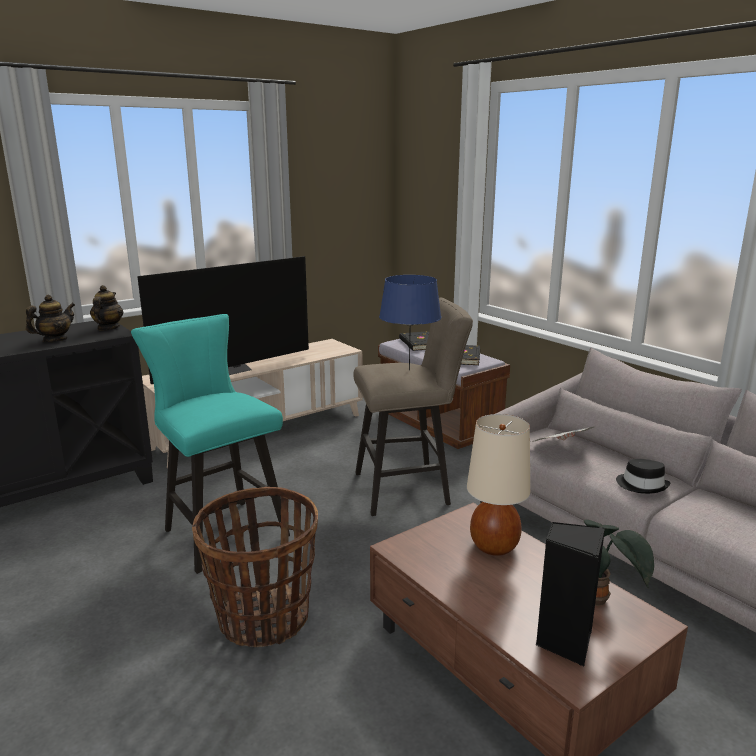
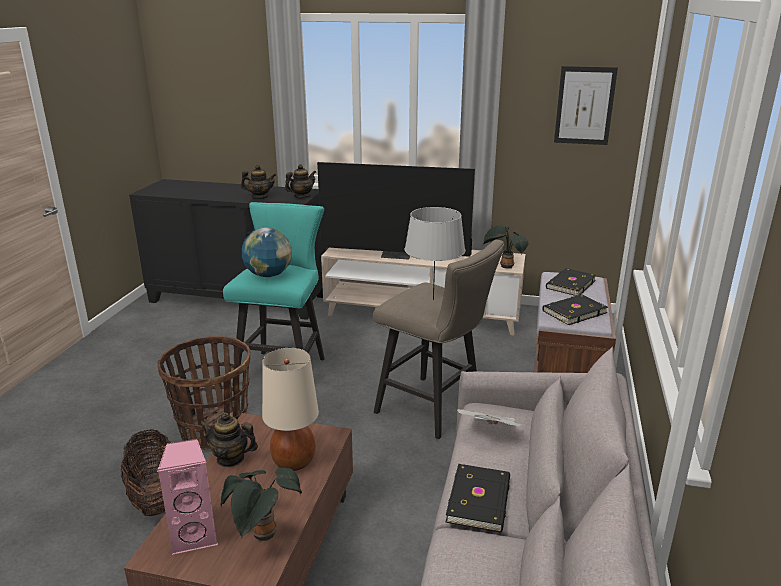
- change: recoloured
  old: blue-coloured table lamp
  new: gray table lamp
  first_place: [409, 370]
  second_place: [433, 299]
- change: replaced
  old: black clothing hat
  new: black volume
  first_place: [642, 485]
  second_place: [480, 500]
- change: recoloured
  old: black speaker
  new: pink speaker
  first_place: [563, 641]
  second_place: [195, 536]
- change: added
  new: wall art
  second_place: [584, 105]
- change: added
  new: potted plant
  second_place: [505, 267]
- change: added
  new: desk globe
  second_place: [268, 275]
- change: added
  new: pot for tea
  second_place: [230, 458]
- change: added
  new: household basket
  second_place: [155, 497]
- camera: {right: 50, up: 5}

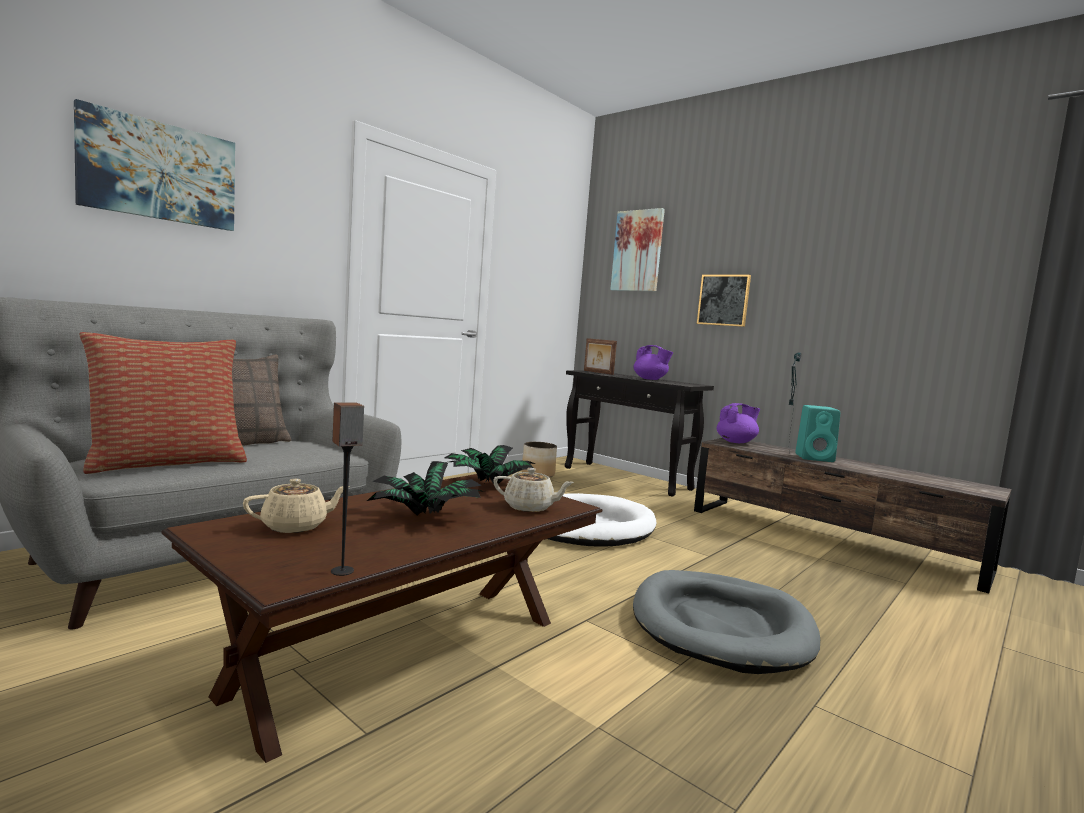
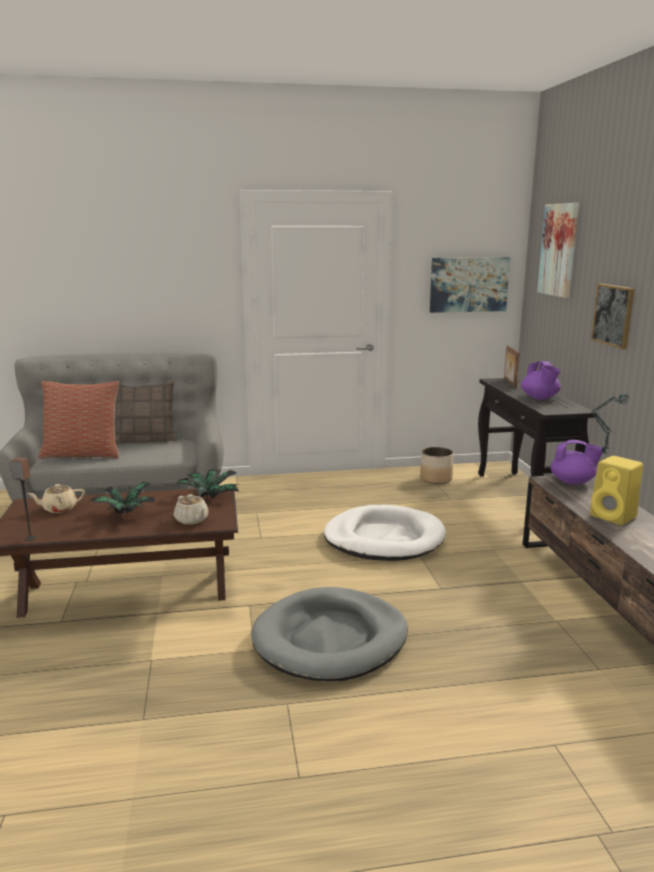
- change: moved
  old: wall art
  first_place: [159, 171]
  second_place: [468, 284]
- change: recoloured
  old: turquoise speaker
  new: yellowish speaker
  first_place: [815, 458]
  second_place: [614, 517]
- change: turned
  old: sand-coloured pot for tea
  first_place: [296, 526]
  second_place: [59, 509]
  degrees: 150
- camera: {right: 40, up: 10}

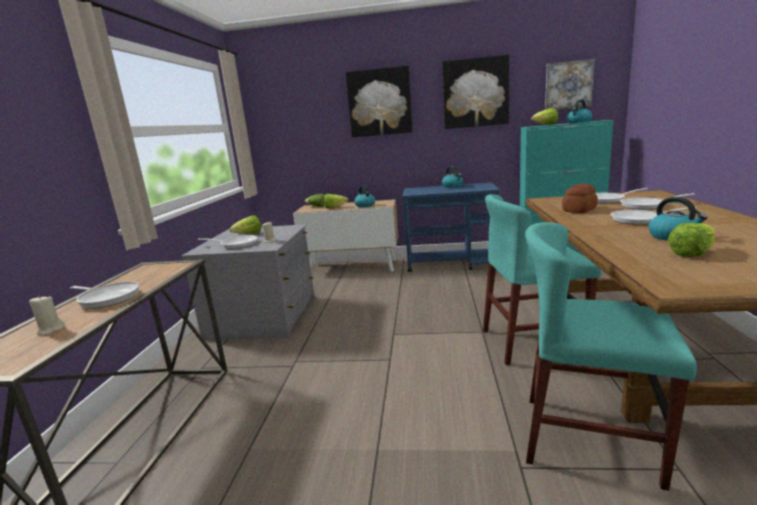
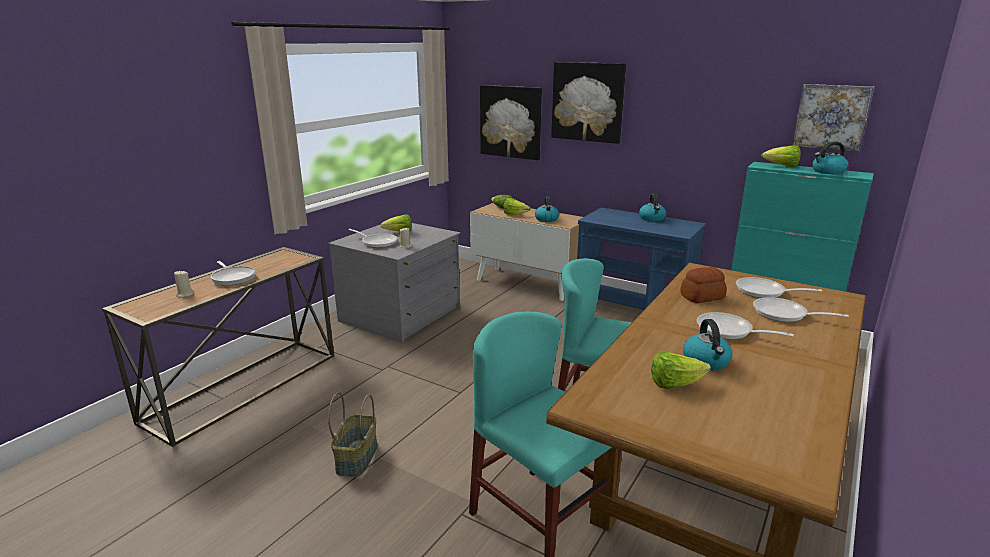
- change: moved
  old: wall art
  first_place: [475, 93]
  second_place: [511, 122]
- change: added
  new: household basket
  second_place: [356, 458]
- camera: {right: 25, up: 5}

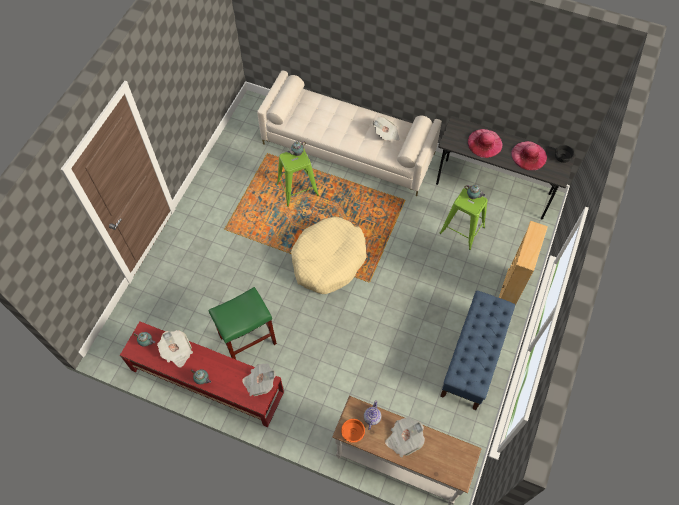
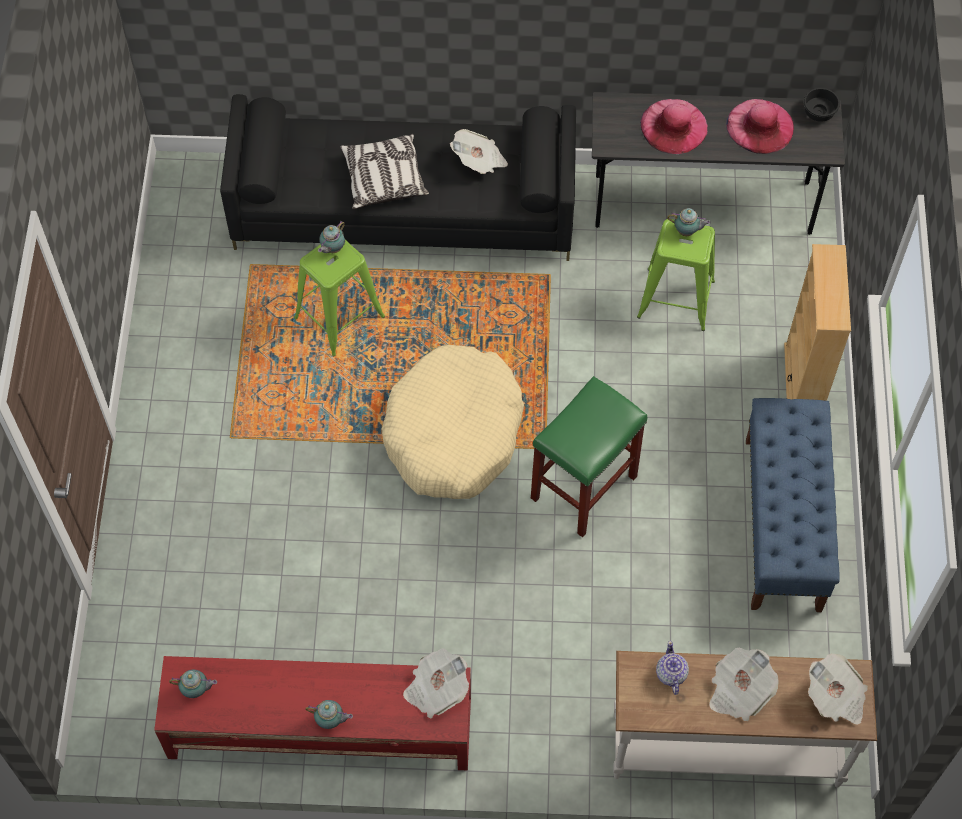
- change: recoloured
  old: sand-coloured couch
  new: black couch
  first_place: [349, 148]
  second_place: [405, 208]
- change: moved
  old: greenish stool seat
  first_place: [247, 341]
  second_place: [583, 489]
- change: moved
  old: daily paper
  first_place: [177, 352]
  second_place: [835, 697]
- change: removed
  old: orange-coloured deep dish
  first_place: [352, 433]
- change: added
  new: throw pillow
  second_place: [384, 179]
- camera: {right: -20, up: 0}

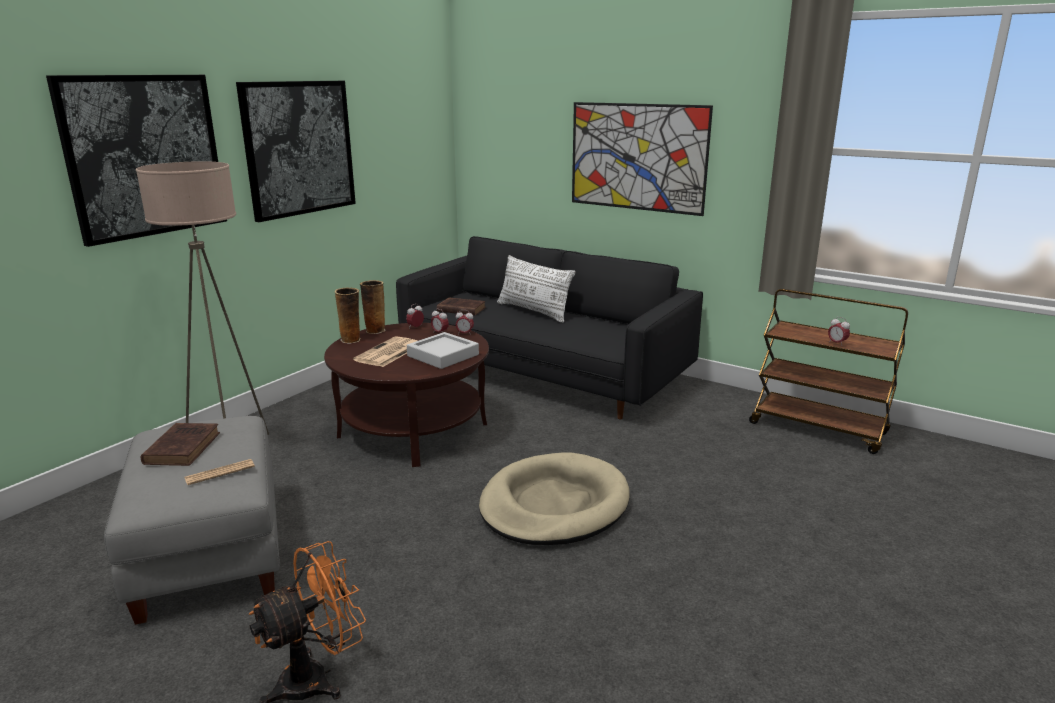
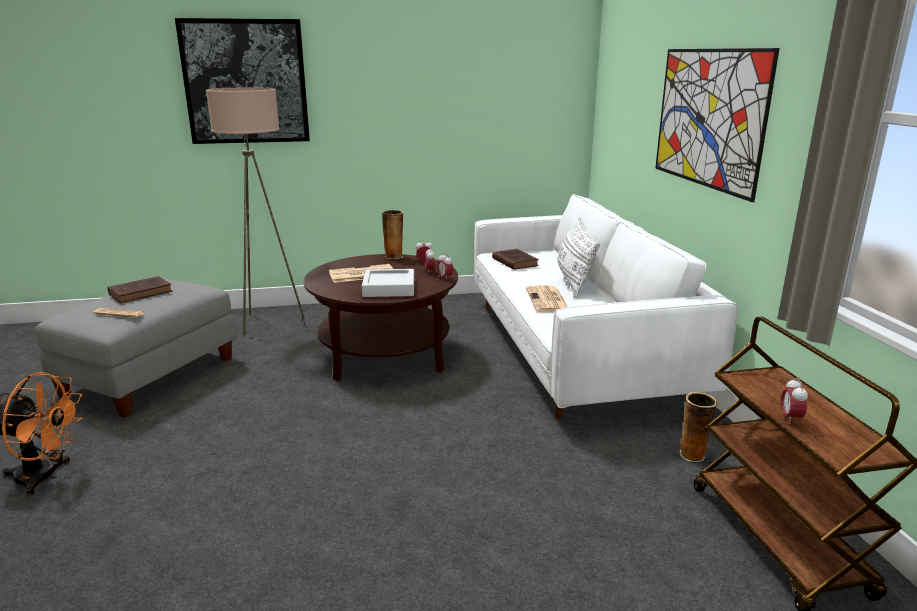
- change: removed
  old: wall art
  first_place: [299, 148]
- change: recoloured
  old: black couch
  new: white-coloured couch
  first_place: [544, 371]
  second_place: [573, 348]
- change: moved
  old: vase
  first_place: [351, 340]
  second_place: [693, 455]
- change: removed
  old: sand-coloured pet bed
  first_place: [554, 505]
- change: added
  new: daily paper
  second_place: [548, 300]
- camera: {right: 45, up: 0}

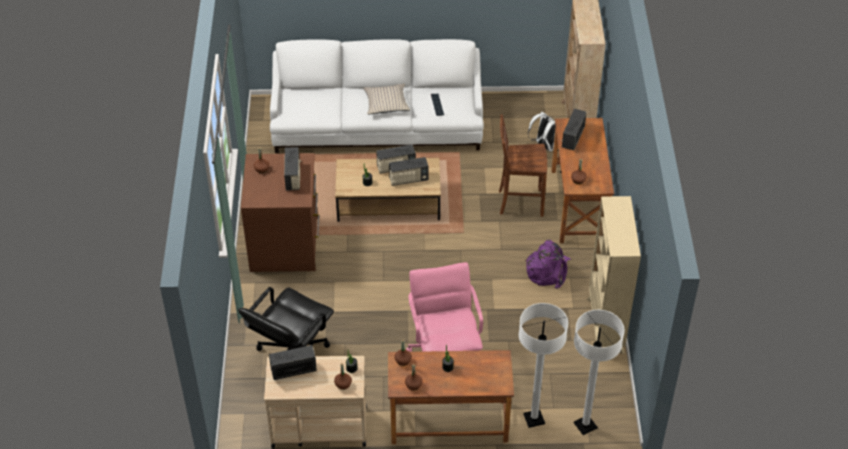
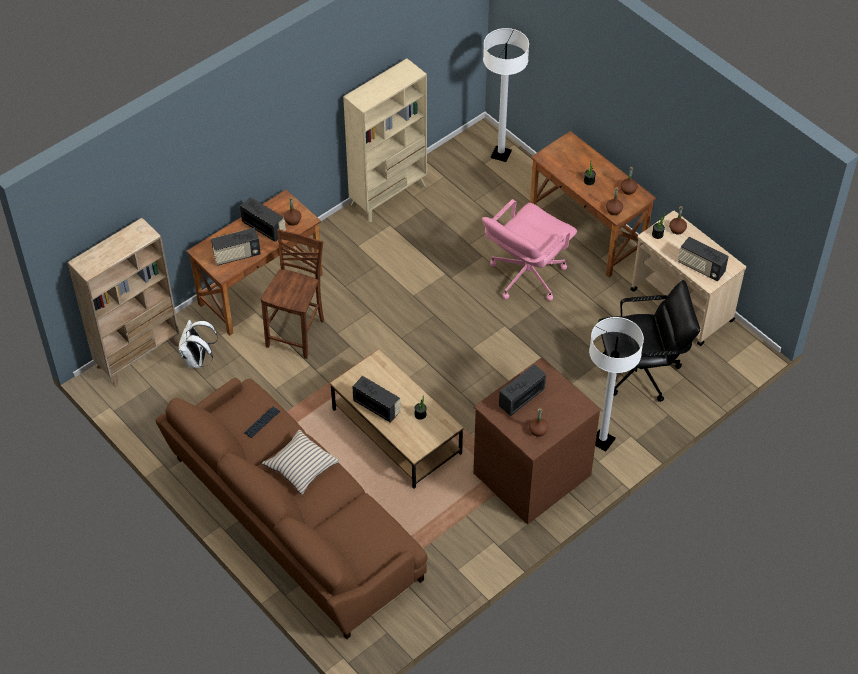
- change: recoloured
  old: white-coloured couch
  new: brown couch
  first_place: [378, 124]
  second_place: [293, 520]
- change: turned
  old: brown chair
  first_place: [519, 202]
  second_place: [297, 333]
  degrees: -120
- change: moved
  old: radio set
  first_place: [408, 179]
  second_place: [264, 228]
- change: removed
  old: purple backpack
  first_place: [547, 271]
- change: moved
  old: white-coloured standing lamp
  first_place: [534, 419]
  second_place: [602, 441]
- camera: {right: -130, up: 5}

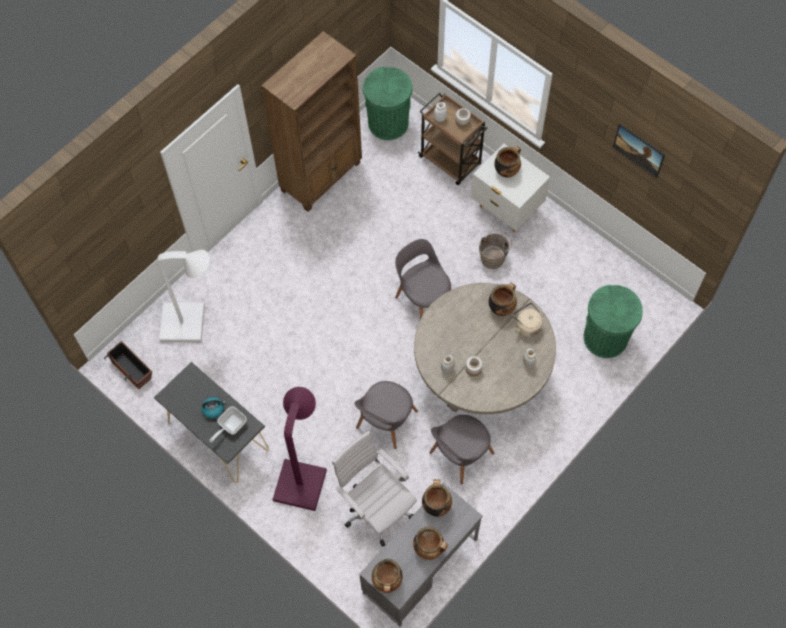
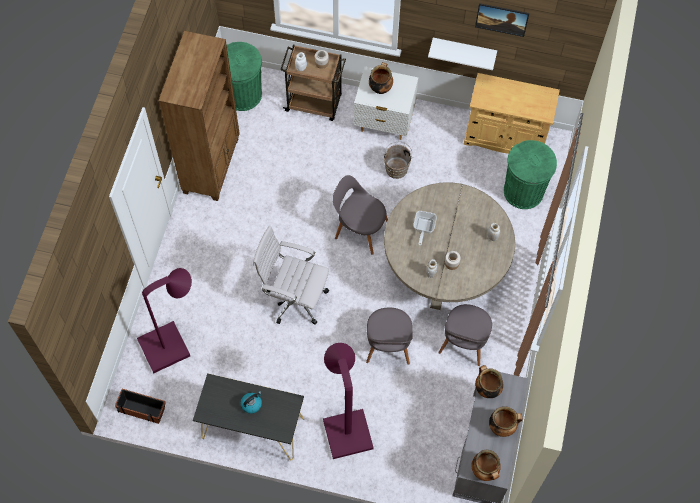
- change: recoloured
  old: white-coloured standing lamp
  new: purple standing lamp
  first_place: [191, 323]
  second_place: [171, 344]
- change: removed
  old: saucepot
  first_place: [501, 307]
- change: removed
  old: sand-coloured tea kettle
  first_place: [526, 326]
- change: moved
  old: pan
  first_place: [230, 426]
  second_place: [423, 228]
- change: moved
  old: white-coloured computer chair
  first_place: [376, 508]
  second_place: [294, 298]
- change: added
  new: white-coloured wall shelf
  second_place: [464, 50]
- change: added
  new: sand-coloured storage cabinet
  second_place: [505, 137]
- camera: {right: -30, up: 0}

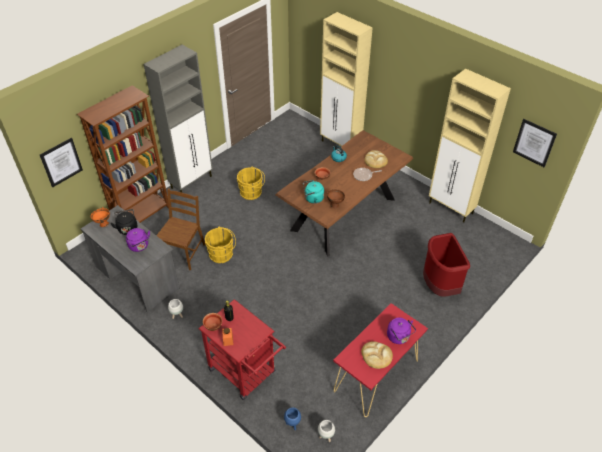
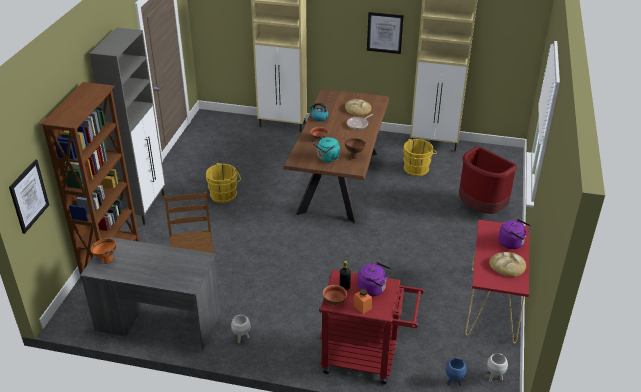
- change: moved
  old: wall art
  first_place: [534, 142]
  second_place: [385, 32]
- change: removed
  old: black tea kettle
  first_place: [127, 228]
- change: moved
  old: yellowish water bucket
  first_place: [222, 254]
  second_place: [417, 168]
- change: moved
  old: purple tea kettle
  first_place: [139, 246]
  second_place: [373, 289]
- camera: {right: -30, up: -10}

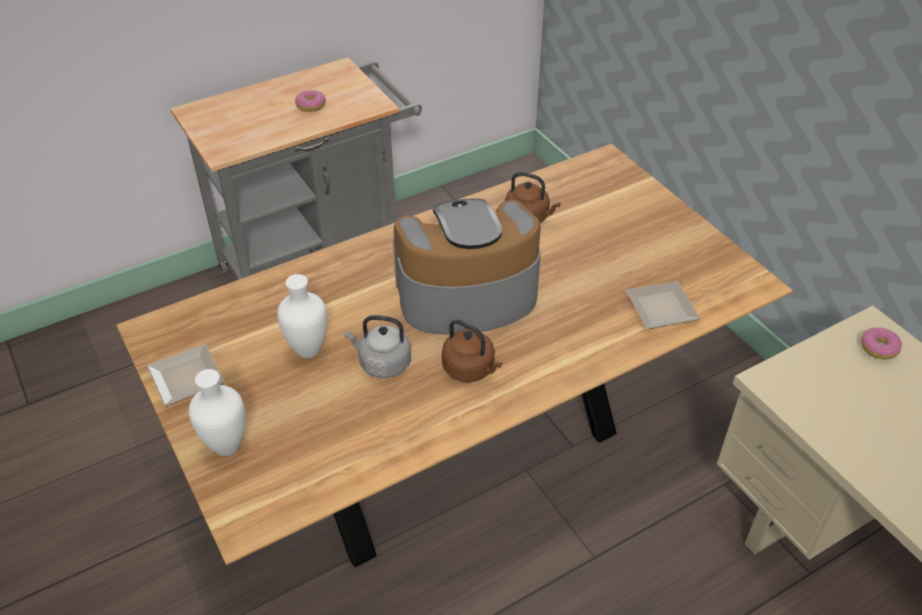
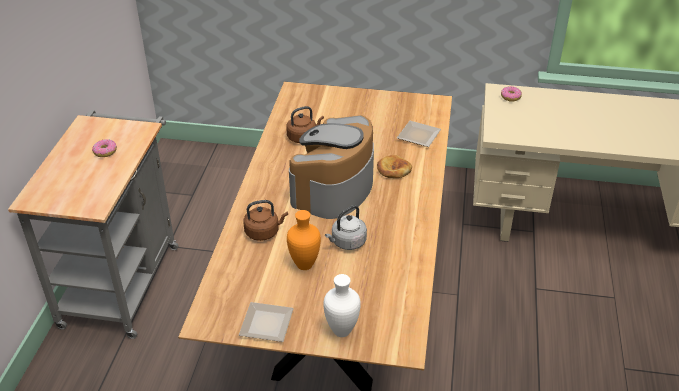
- change: recoloured
  old: white-coloured vase
  new: orange-coloured vase
  first_place: [310, 351]
  second_place: [305, 264]
- change: moved
  old: brown tea kettle
  first_place: [470, 369]
  second_place: [264, 232]
- change: added
  new: bread
  second_place: [393, 169]
- camera: {right: -50, up: -5}

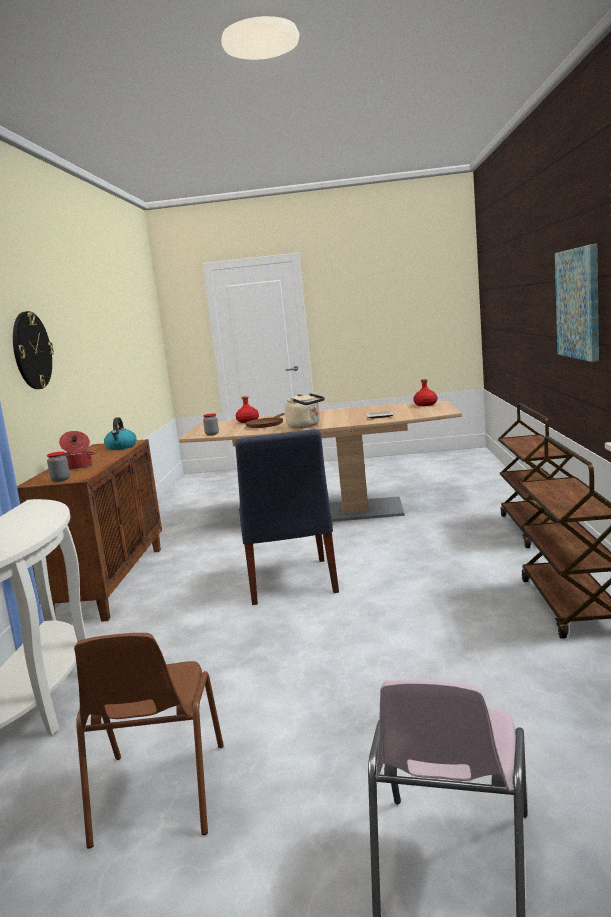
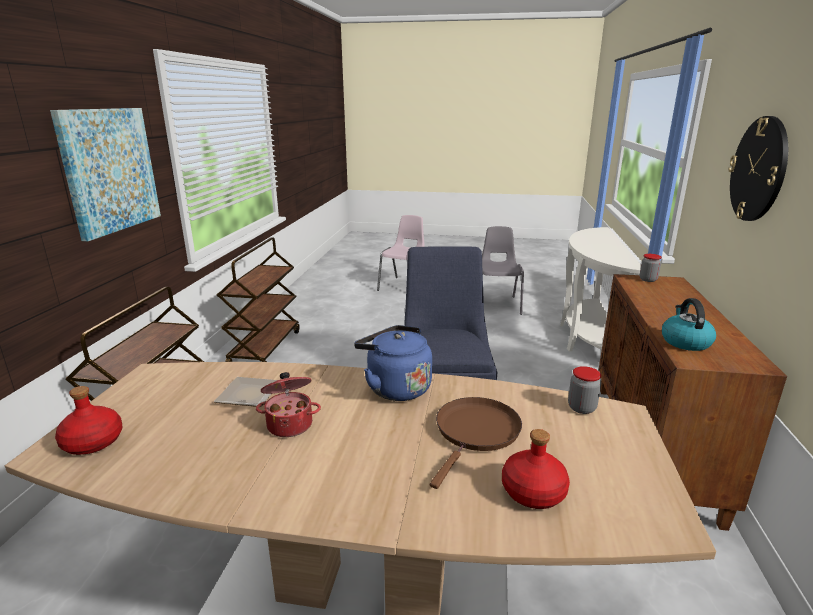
- change: recoloured
  old: sand-coloured tea kettle
  new: blue-coloured tea kettle
  first_place: [306, 426]
  second_place: [395, 387]
- change: moved
  old: saucepot
  first_place: [78, 466]
  second_place: [290, 424]
- change: recoloured
  old: brown chair
  new: gray chair
  first_place: [158, 795]
  second_place: [497, 304]
- camera: {right: -175, up: 10}

